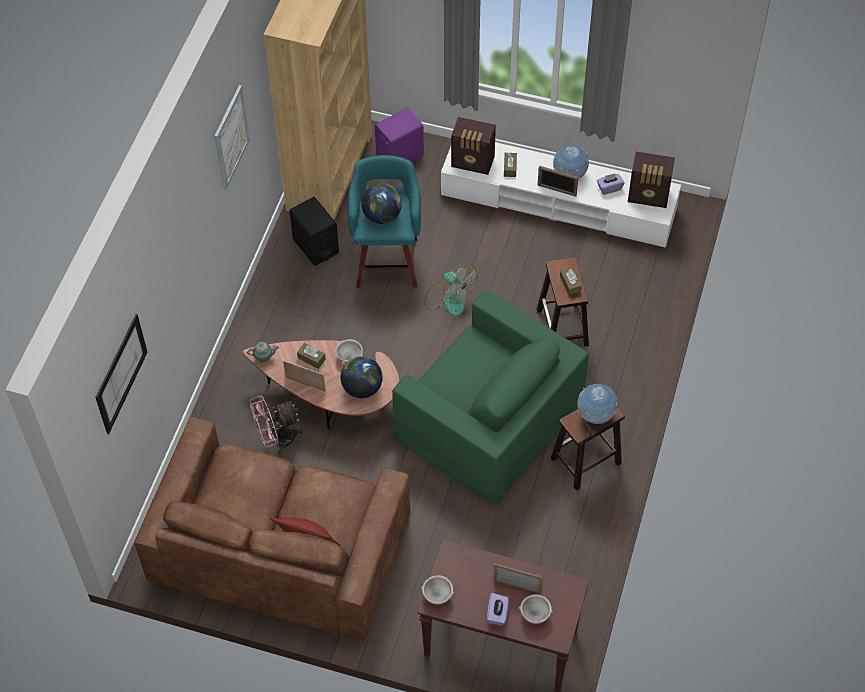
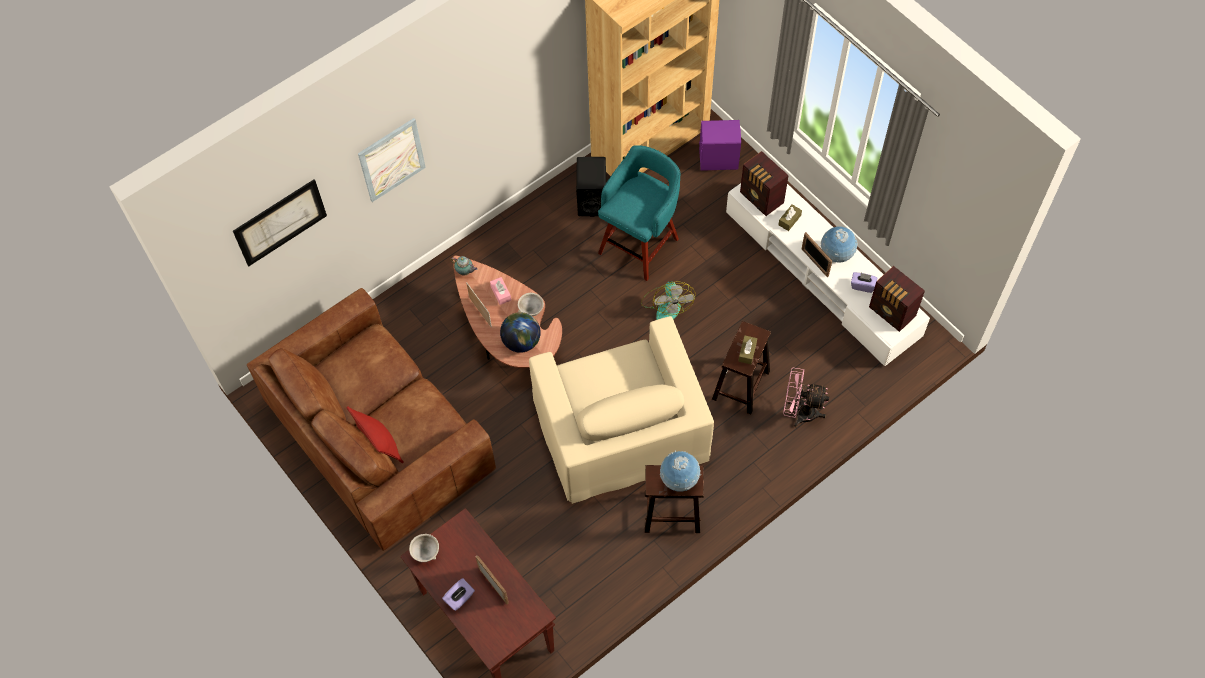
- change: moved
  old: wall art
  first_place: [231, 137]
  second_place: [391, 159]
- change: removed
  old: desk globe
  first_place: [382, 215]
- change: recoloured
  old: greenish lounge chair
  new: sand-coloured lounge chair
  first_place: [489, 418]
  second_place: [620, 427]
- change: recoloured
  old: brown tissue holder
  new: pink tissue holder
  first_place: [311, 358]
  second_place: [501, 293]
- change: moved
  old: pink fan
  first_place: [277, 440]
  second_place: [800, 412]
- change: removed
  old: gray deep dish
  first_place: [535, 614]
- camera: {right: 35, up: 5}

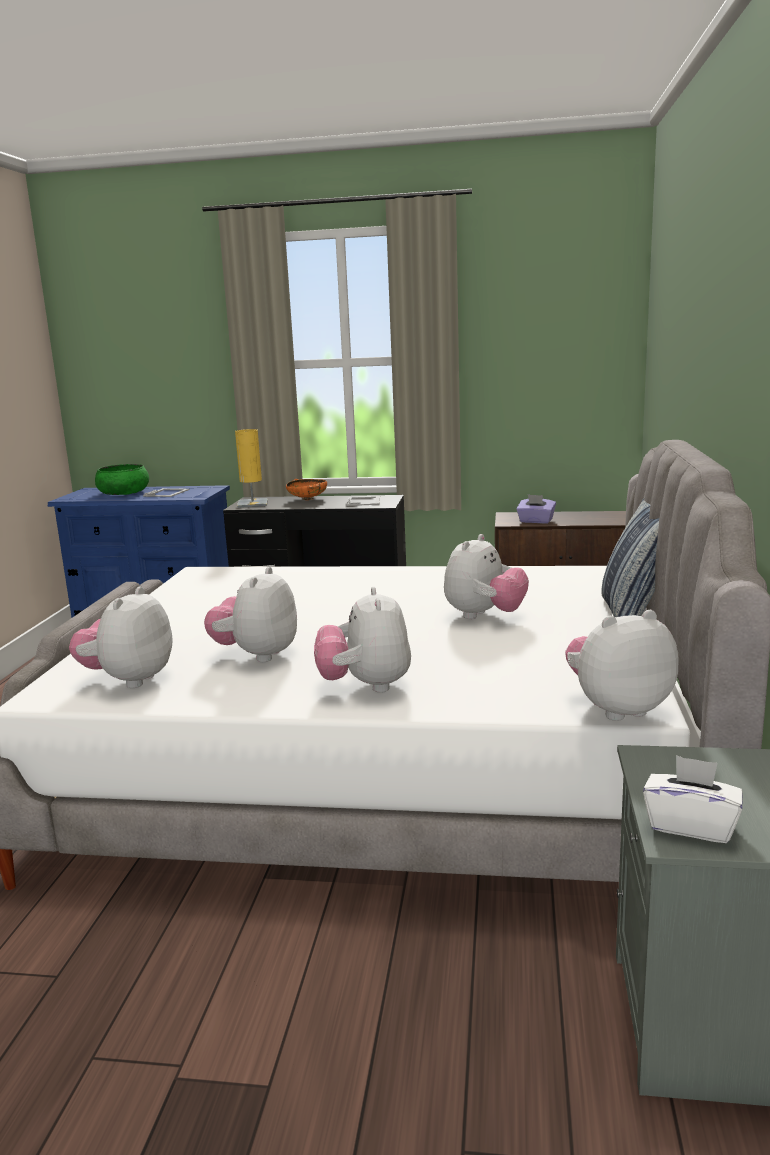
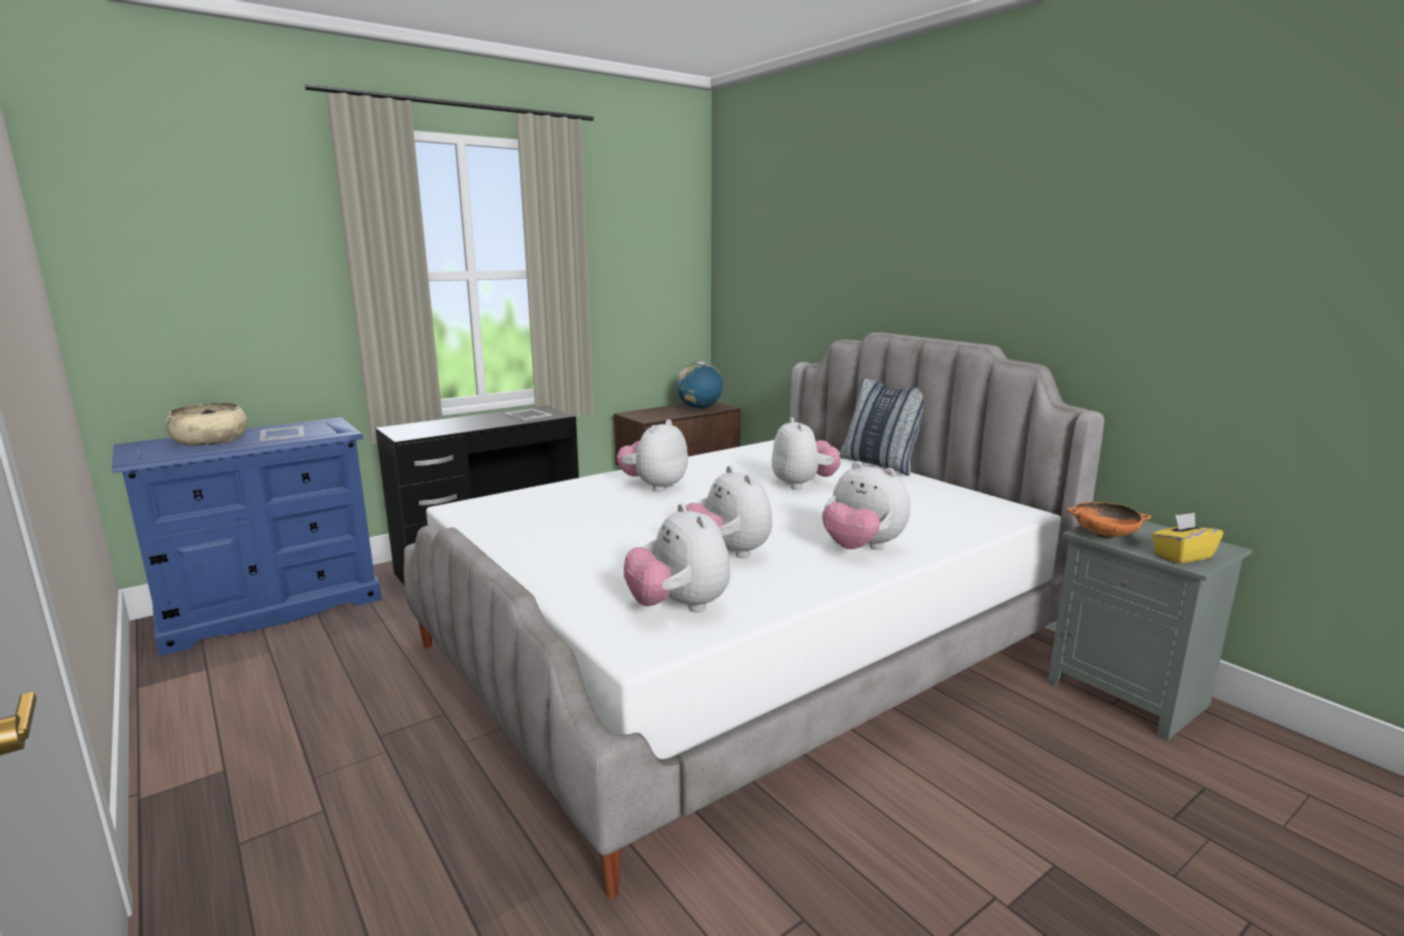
- change: removed
  old: yellowish table lamp
  first_place: [252, 504]
- change: recoloured
  old: greenish deep dish
  new: sand-coloured deep dish
  first_place: [124, 492]
  second_place: [211, 441]
- change: moved
  old: orange-coloured deep dish
  first_place: [307, 499]
  second_place: [1104, 536]
- change: removed
  old: purple tissue holder
  first_place: [535, 521]
- change: moved
  old: soft toy
  first_place: [617, 709]
  second_place: [654, 486]
- change: recoloured
  old: white-coloured tissue holder
  new: yellowish tissue holder
  first_place: [691, 825]
  second_place: [1182, 556]
- change: added
  new: desk globe
  second_place: [699, 408]
- camera: {right: -45, up: 0}

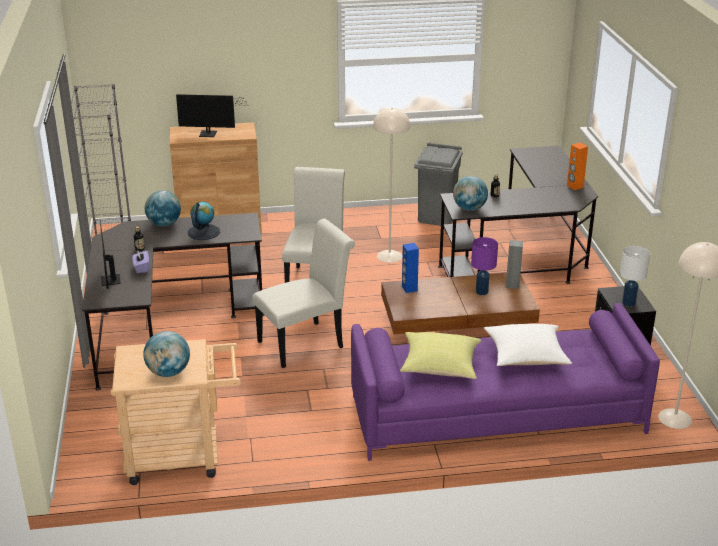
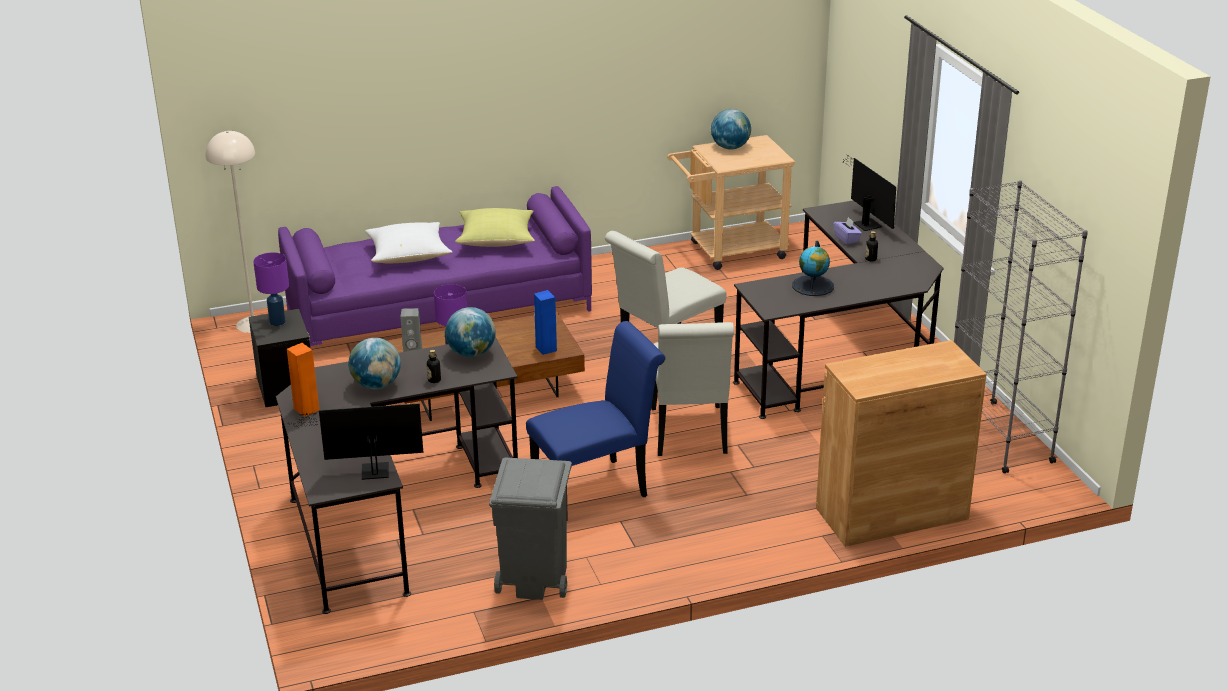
- change: moved
  old: monitor
  first_place: [210, 134]
  second_place: [370, 470]
- change: replaced
  old: sand-coloured standing lamp
  new: blue-coloured chair
  first_place: [389, 256]
  second_place: [597, 488]
- change: moved
  old: desk globe
  first_place: [164, 224]
  second_place: [376, 385]
- change: recoloured
  old: white-coloured table lamp
  new: purple table lamp
  first_place: [628, 303]
  second_place: [277, 321]
- camera: {right: 170, up: 0}

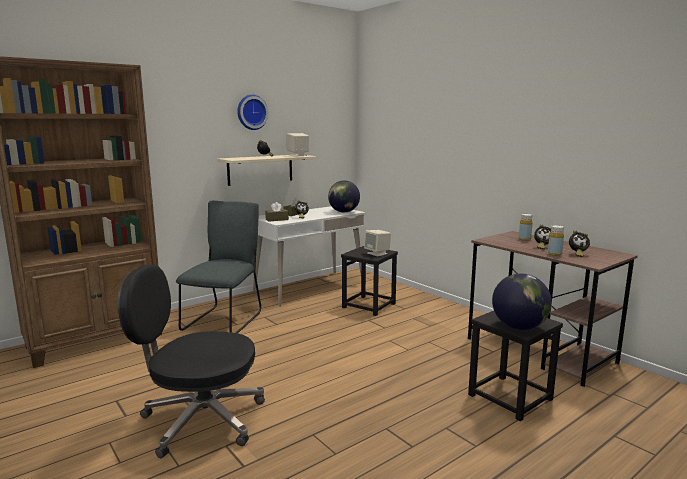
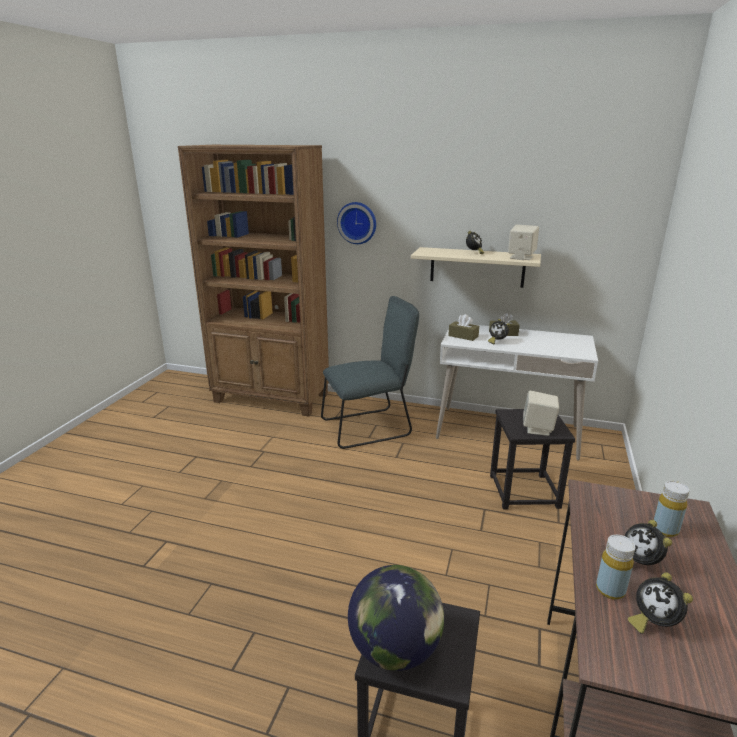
- change: moved
  old: wall clock
  first_place: [251, 112]
  second_place: [357, 222]
- change: removed
  old: desk globe
  first_place: [343, 212]
- change: removed
  old: black computer chair
  first_place: [200, 419]
- camera: {right: 55, up: 10}

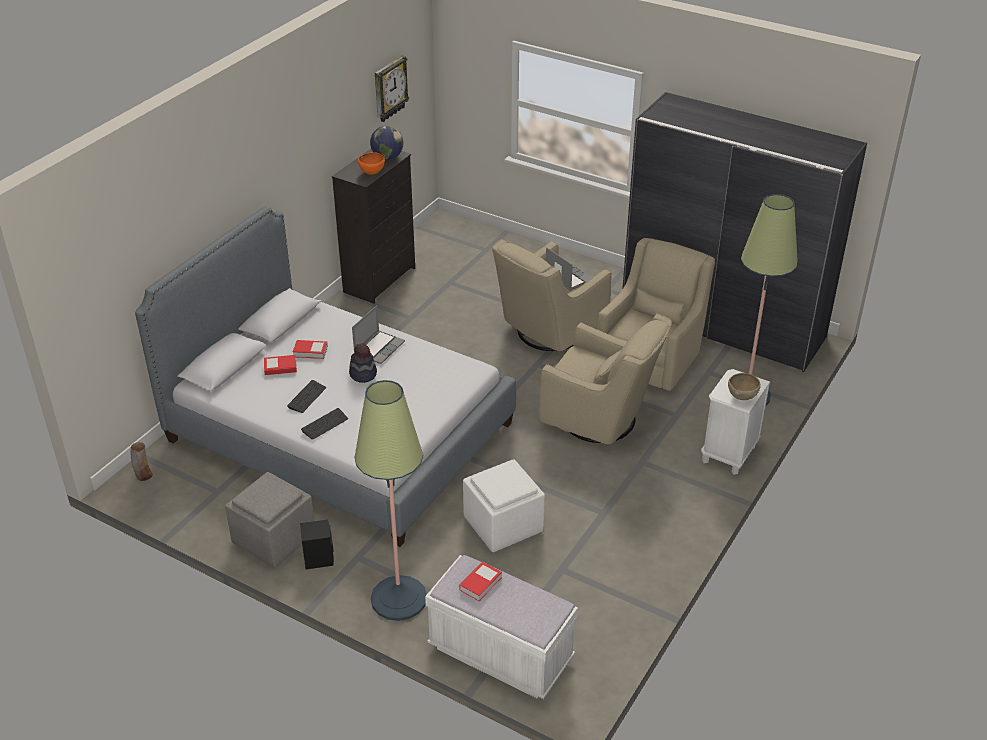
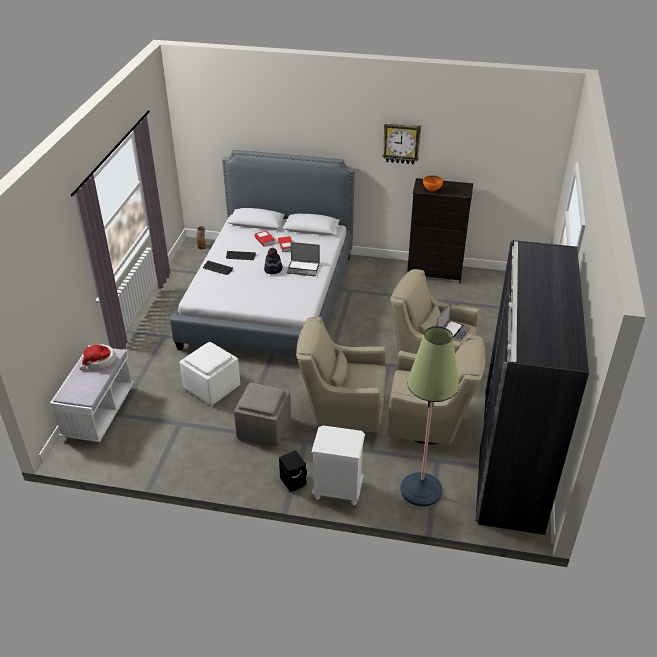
- change: moved
  old: wall clock
  first_place: [389, 89]
  second_place: [401, 143]
- change: removed
  old: desk globe
  first_place: [387, 157]
- change: turned
  old: sand-coloured lounge chair
  first_place: [601, 420]
  second_place: [342, 411]
  degrees: 90
- change: removed
  old: brown deep dish
  first_place: [742, 397]
- change: removed
  old: standing lamp
  first_place: [399, 598]
- change: moved
  old: gray footrest
  first_place: [273, 539]
  second_place: [264, 428]
- change: moved
  old: black speaker
  first_place: [318, 557]
  second_place: [294, 481]
- change: replaced
  old: volume
  new: clothing hat
  first_place: [480, 584]
  second_place: [99, 362]
- camera: {right: 70, up: 0}

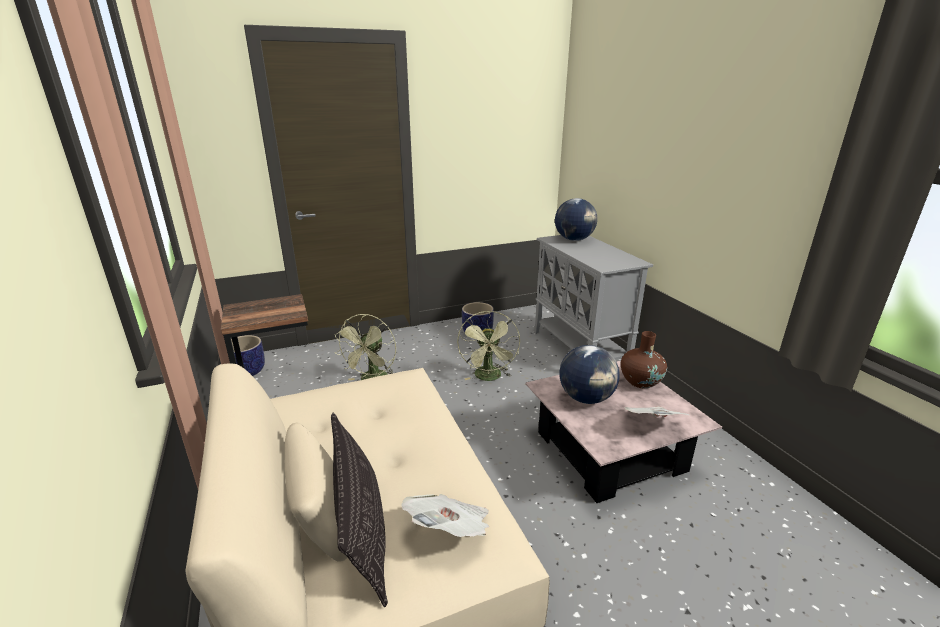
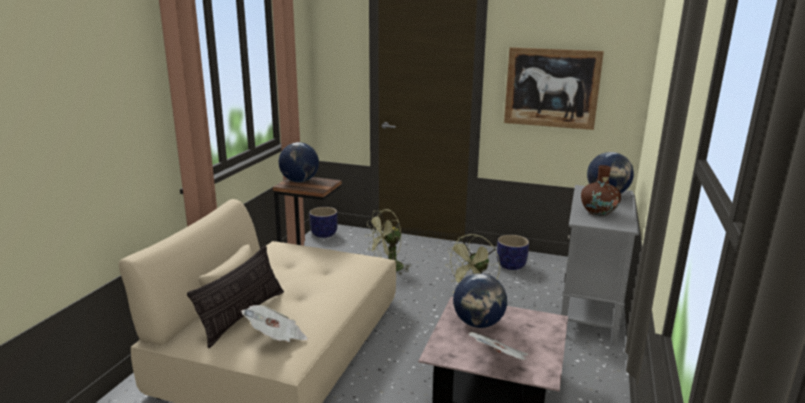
- change: moved
  old: brown vase
  first_place: [640, 382]
  second_place: [598, 212]
- change: added
  new: wall art
  second_place: [551, 88]
- change: added
  new: desk globe
  second_place: [299, 181]
- camera: {right: 40, up: -5}

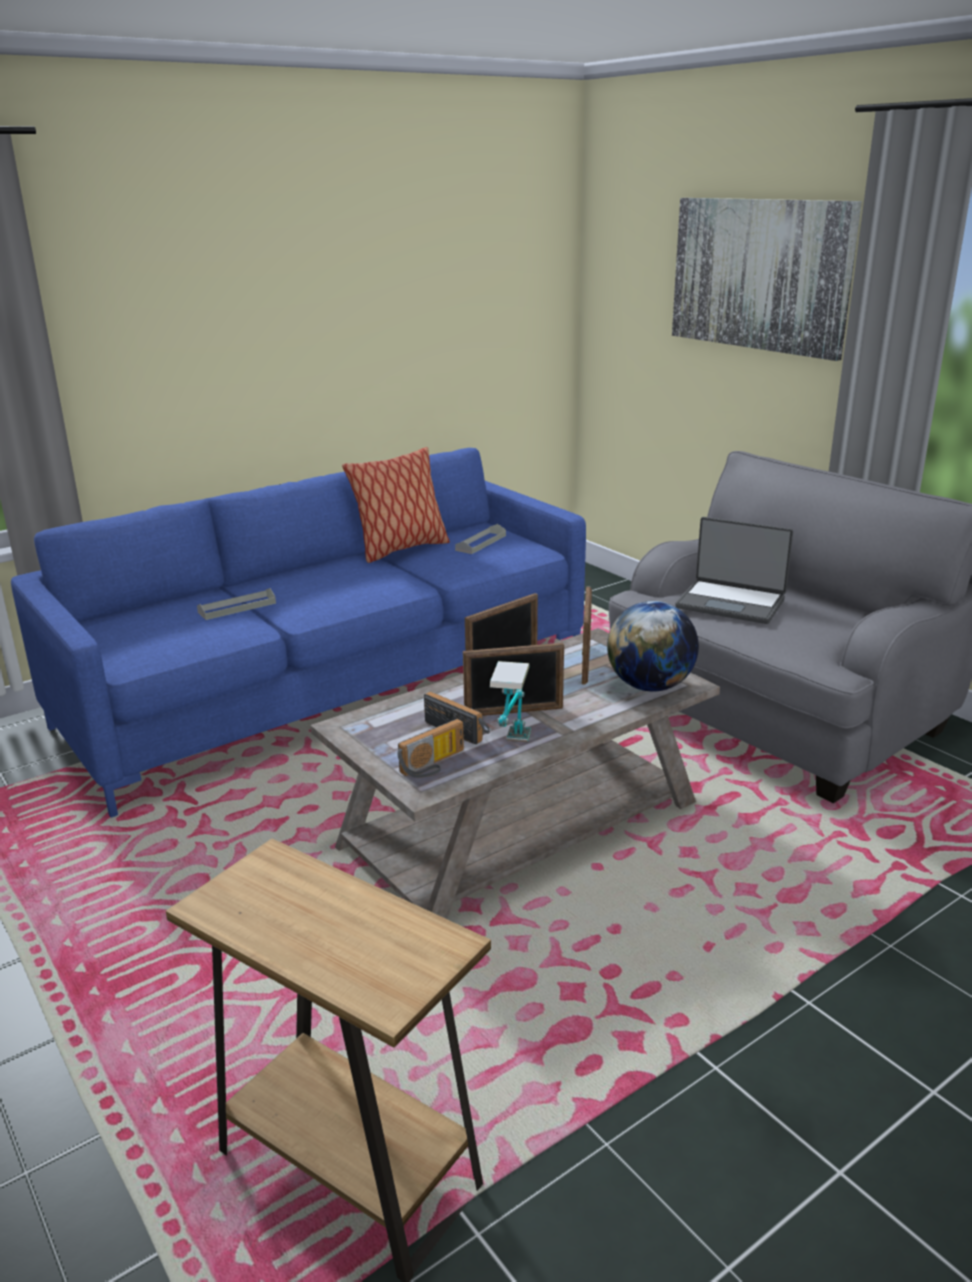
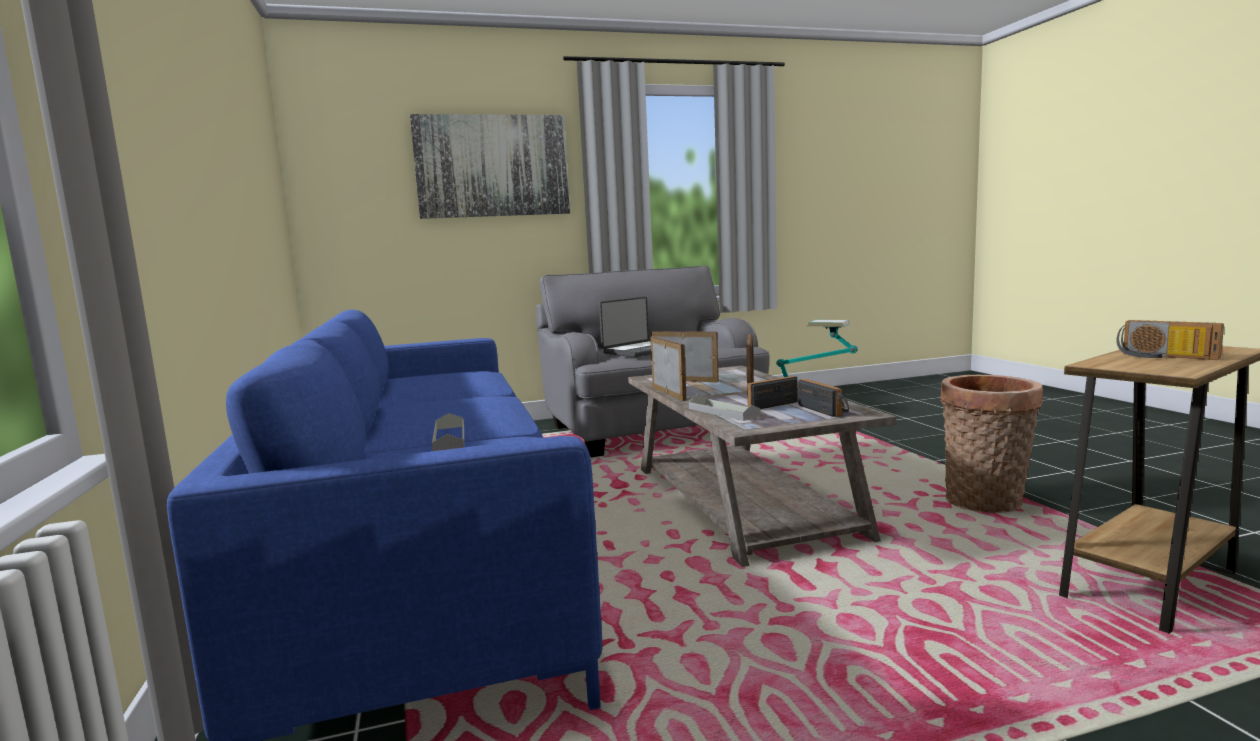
- change: removed
  old: throw pillow
  first_place: [400, 549]
- change: moved
  old: gray tray
  first_place: [481, 543]
  second_place: [723, 412]
- change: removed
  old: desk globe
  first_place: [650, 686]
- change: added
  new: radio set
  second_place: [1164, 357]
- change: added
  new: household basket
  second_place: [985, 503]
- camera: {right: -70, up: -15}

